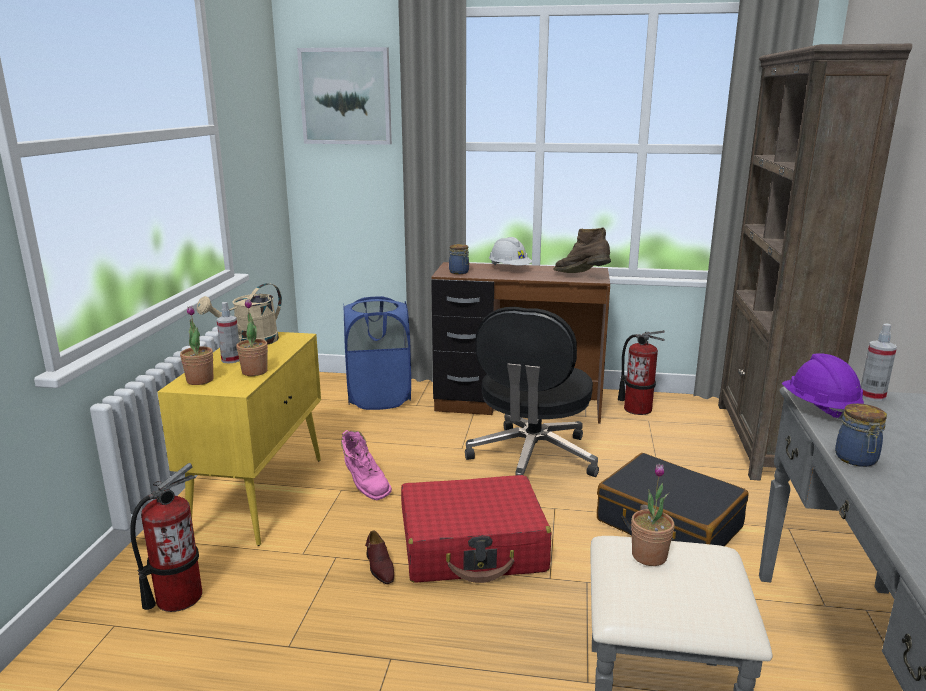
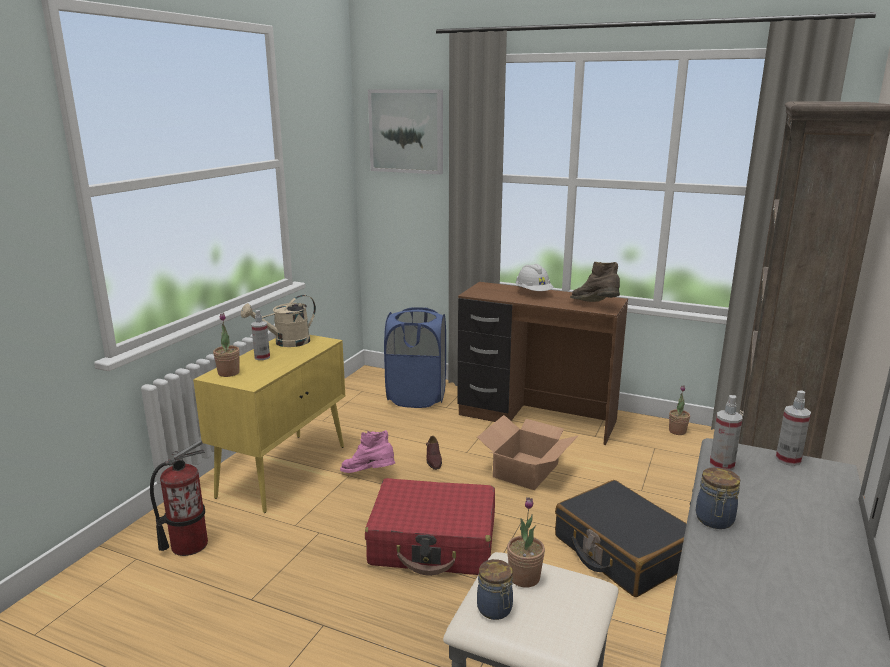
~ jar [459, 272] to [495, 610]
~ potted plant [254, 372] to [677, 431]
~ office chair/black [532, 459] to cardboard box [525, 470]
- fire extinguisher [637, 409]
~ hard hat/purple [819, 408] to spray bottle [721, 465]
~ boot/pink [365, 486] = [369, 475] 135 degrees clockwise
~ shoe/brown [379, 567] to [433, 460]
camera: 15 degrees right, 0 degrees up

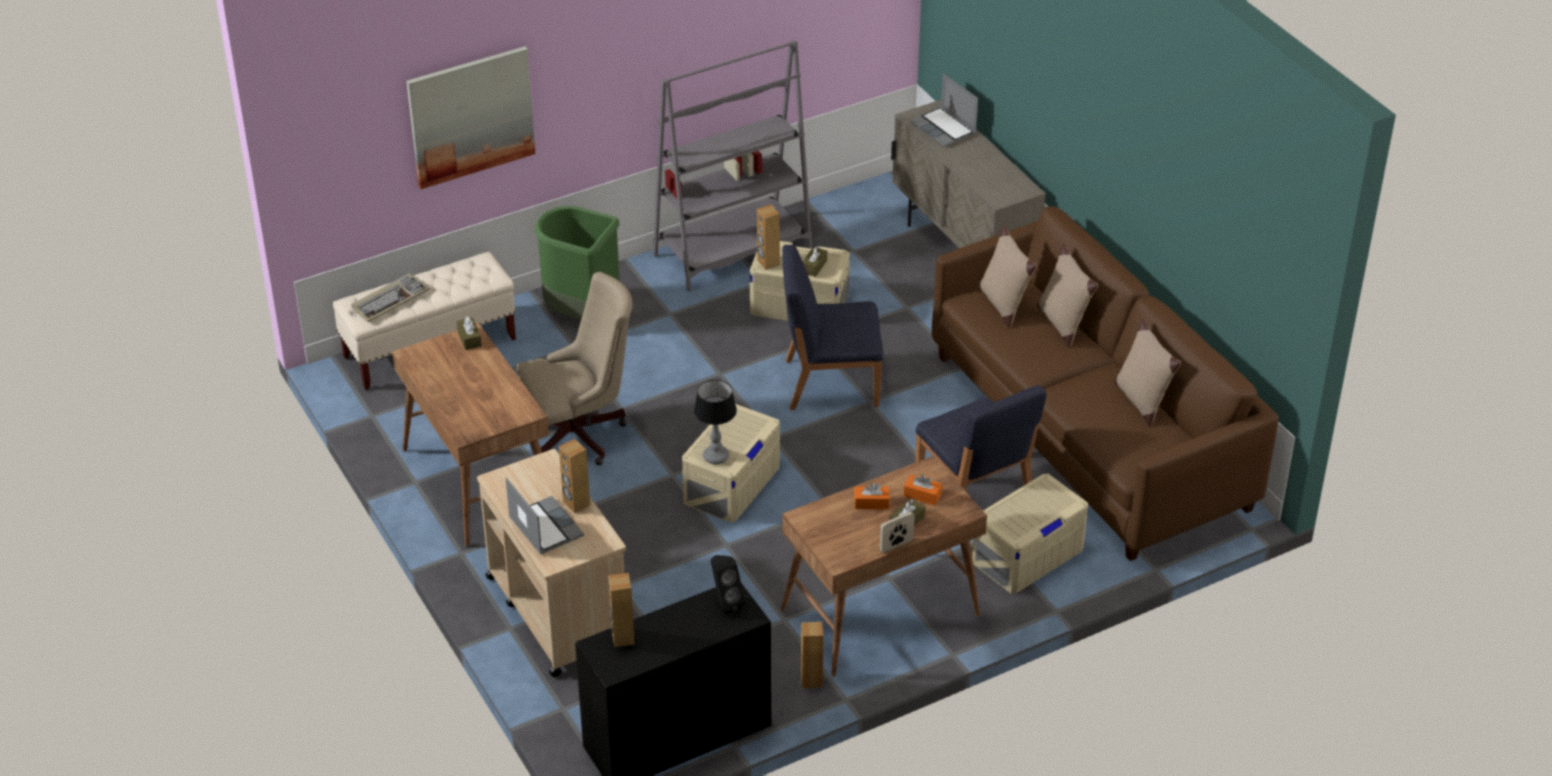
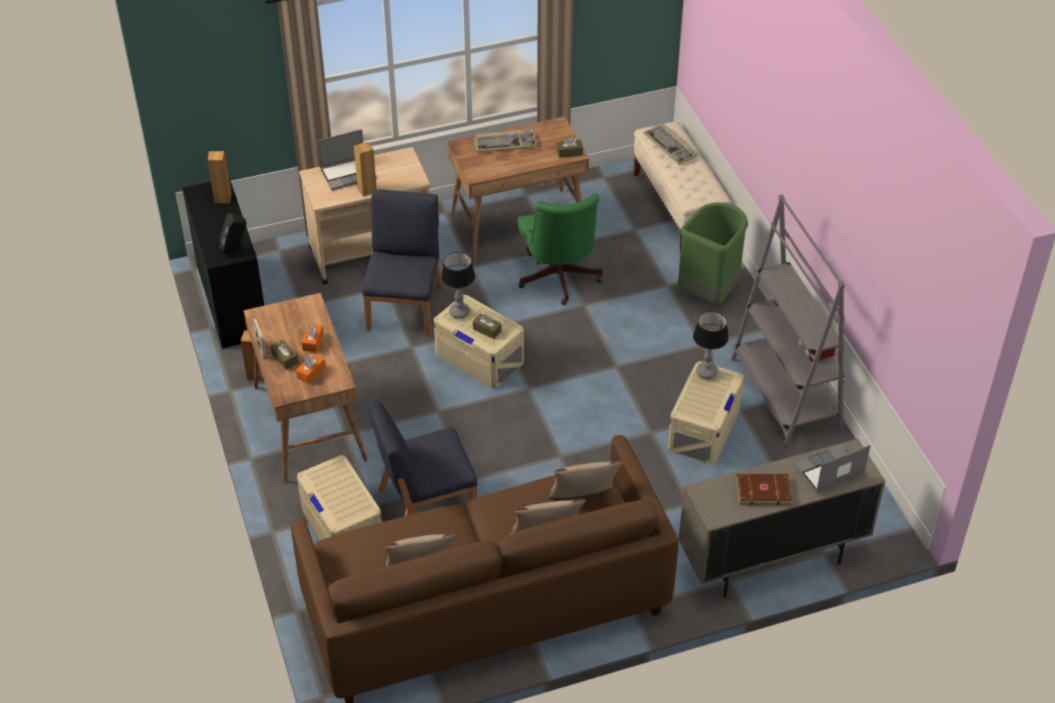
- picture [471, 116]
~ speaker/brown [768, 262] to table lamp [706, 373]
~ chair/blue [830, 382] to [405, 307]
~ tissue box/brown [814, 266] to [487, 330]
~ office chair/beige [580, 434] to office chair/green [558, 280]
+ keyboard [505, 143]
+ book/brown [762, 490]
camera: 100 degrees right, 5 degrees up

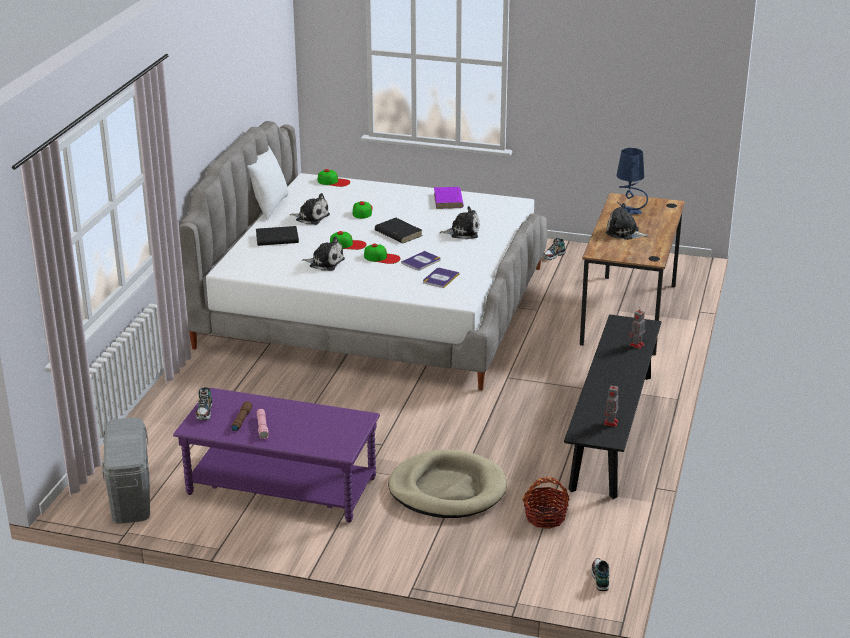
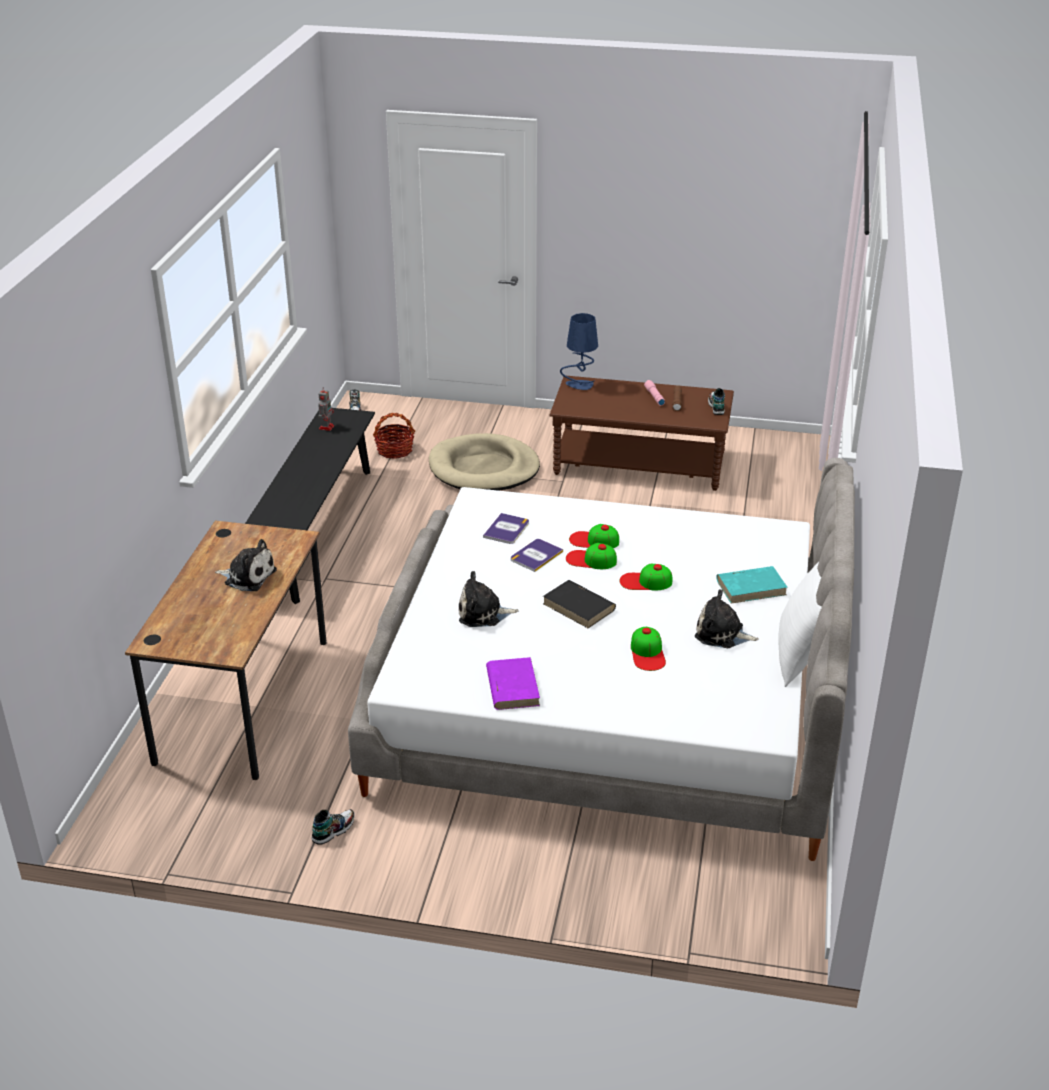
~ table lamp/blue [629, 211] to [579, 385]
~ cap [333, 182] to [594, 540]
~ book/black [276, 239] to book/turquoise [751, 587]
- plush toy [325, 263]
- toy robot [636, 345]
~ coffee table/purple [282, 486] to coffee table/brown [639, 464]
- storage box/grey [130, 497]
camera: 175 degrees right, 5 degrees up

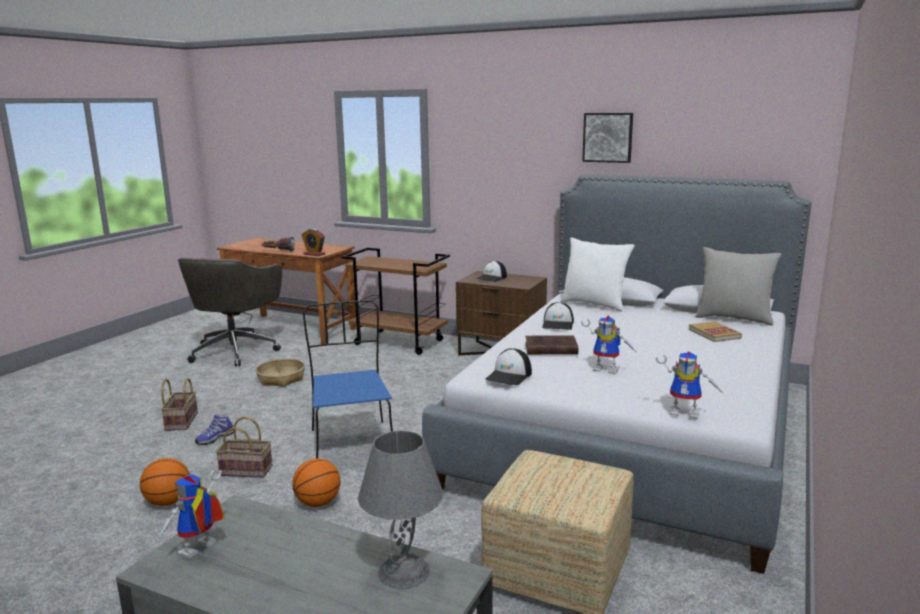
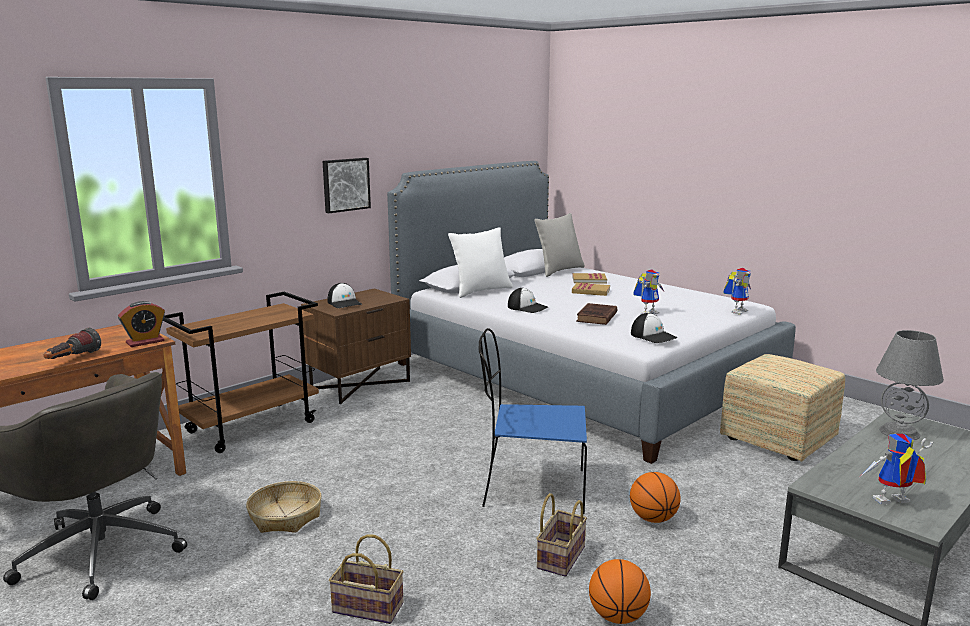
~ picture [608, 137] to [345, 184]
- shoe [214, 438]
~ toy robot [198, 552] = [891, 503] 120 degrees clockwise
+ book [591, 291]
camera: 70 degrees left, 0 degrees up

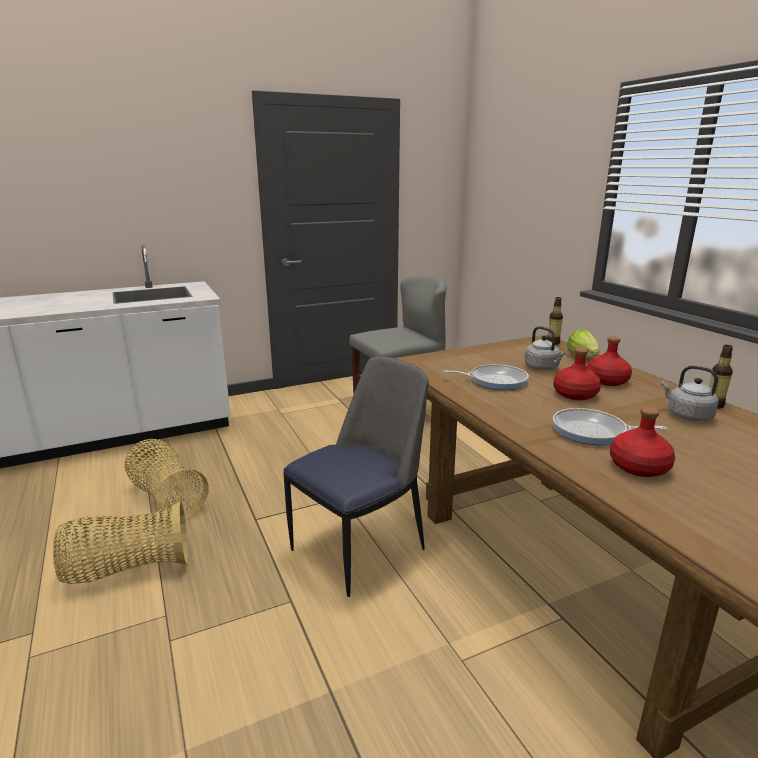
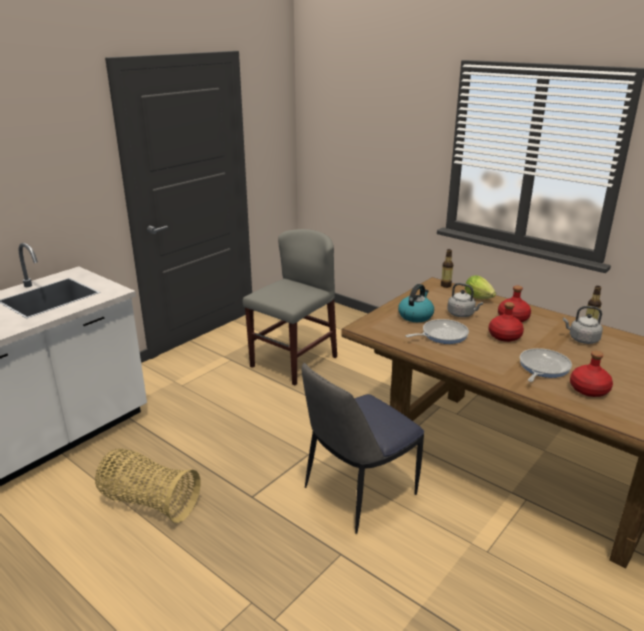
~ chair [360, 547] = [357, 493] 150 degrees counterclockwise
~ frying pan [593, 432] = [542, 368] 135 degrees clockwise
- basket [127, 568]
+ kettle [415, 316]
camera: 25 degrees left, 5 degrees up

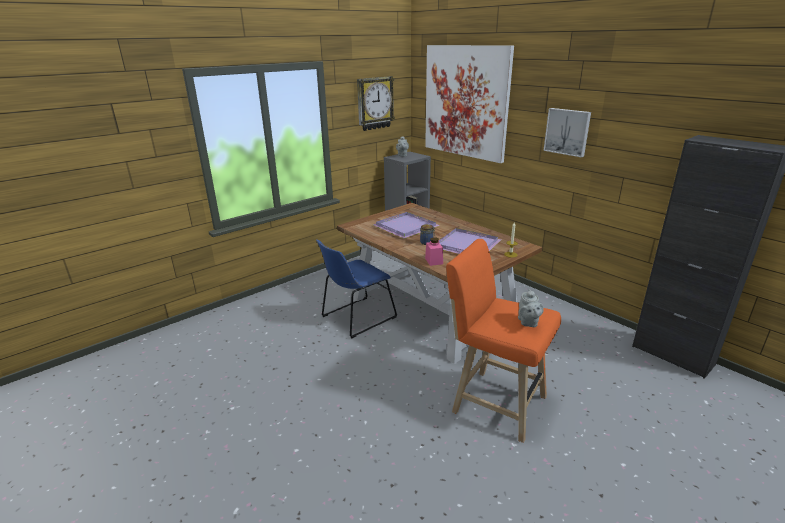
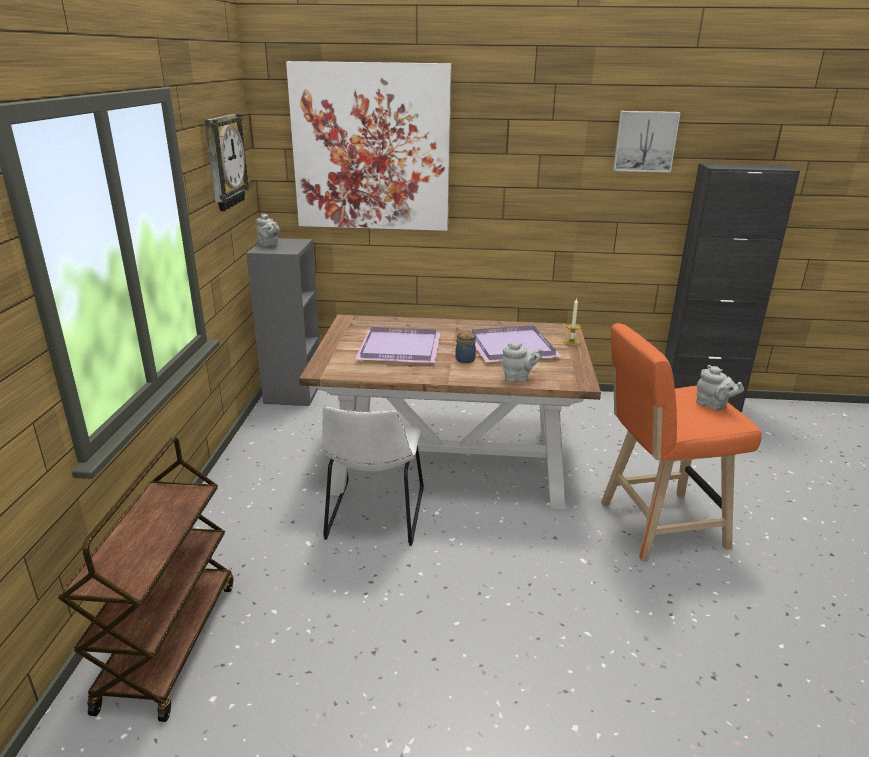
~ picture [567, 132] to [645, 141]
~ jar/pink [434, 261] to teapot/grey [518, 378]
~ chair/blue [356, 318] to chair/white [375, 516]
+ cart/brown [169, 642]
camera: 45 degrees left, 0 degrees up

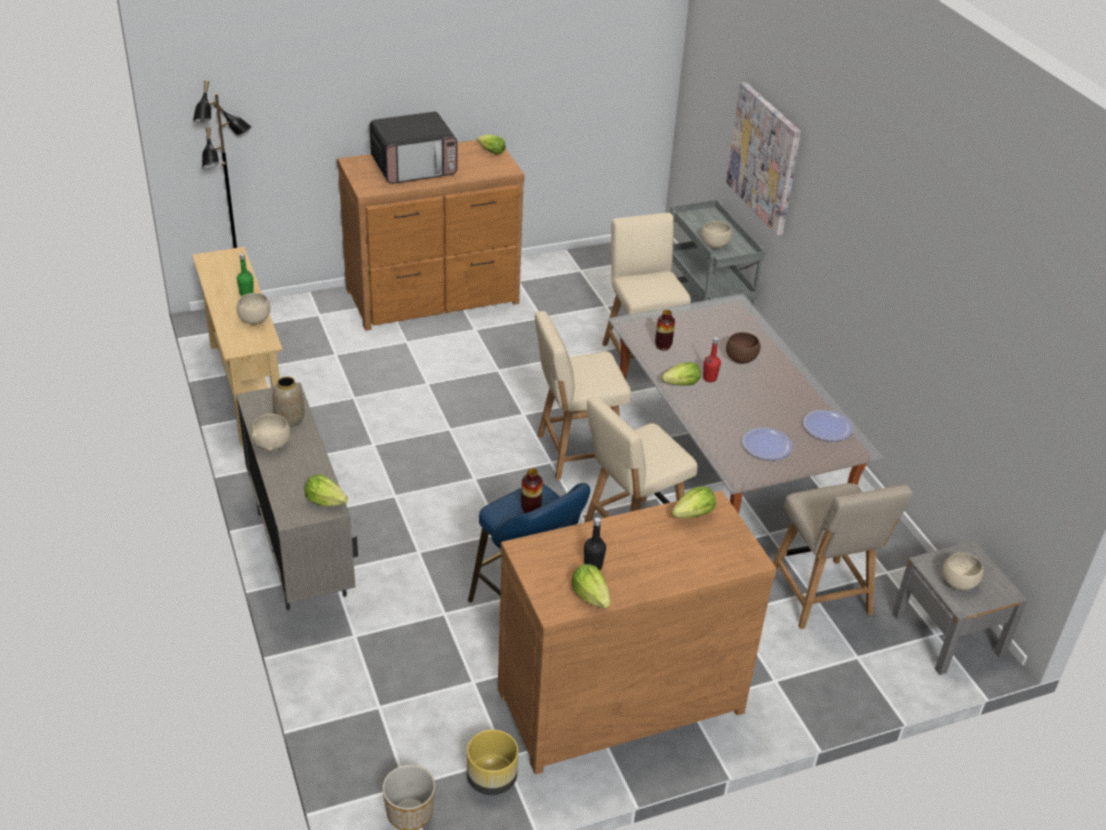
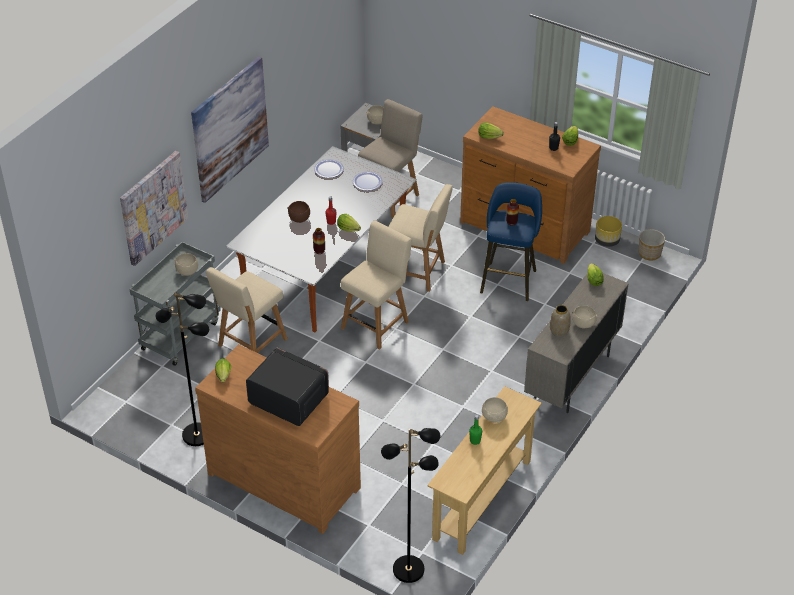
~ chair/beige [575, 453] = [377, 323] 90 degrees counterclockwise
+ picture [230, 129]
+ floor lamp/black [197, 434]
camera: 125 degrees left, 5 degrees up

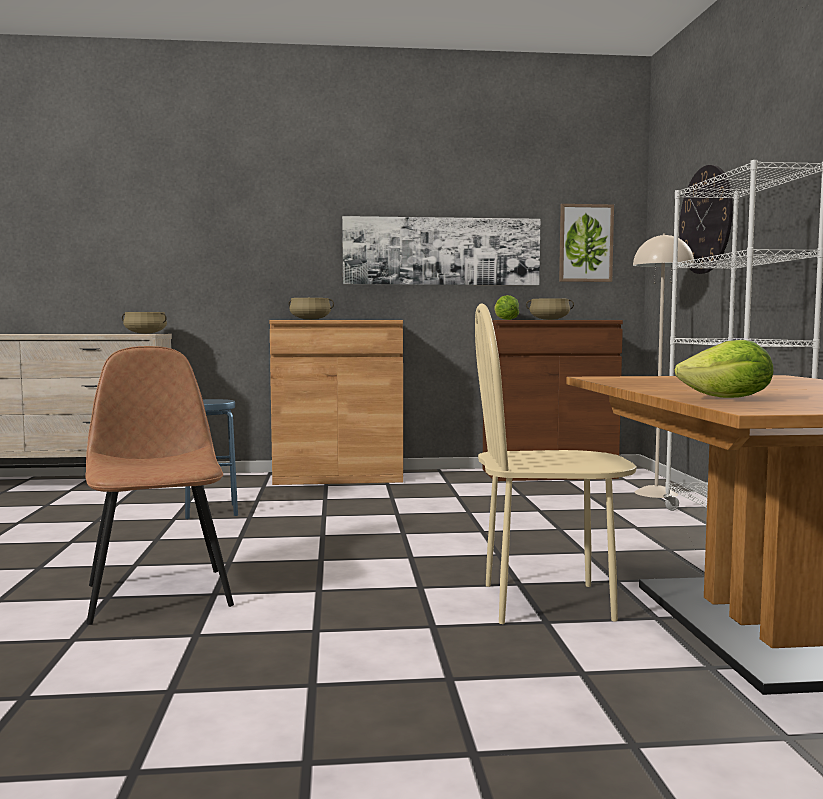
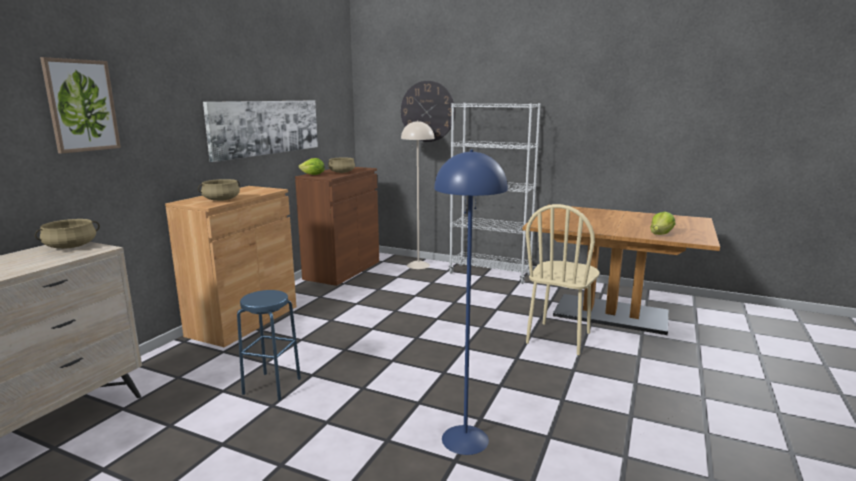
~ picture [585, 243] to [81, 105]
~ chair/brown [159, 594] to floor lamp/blue [464, 439]
camera: 60 degrees left, 10 degrees up

